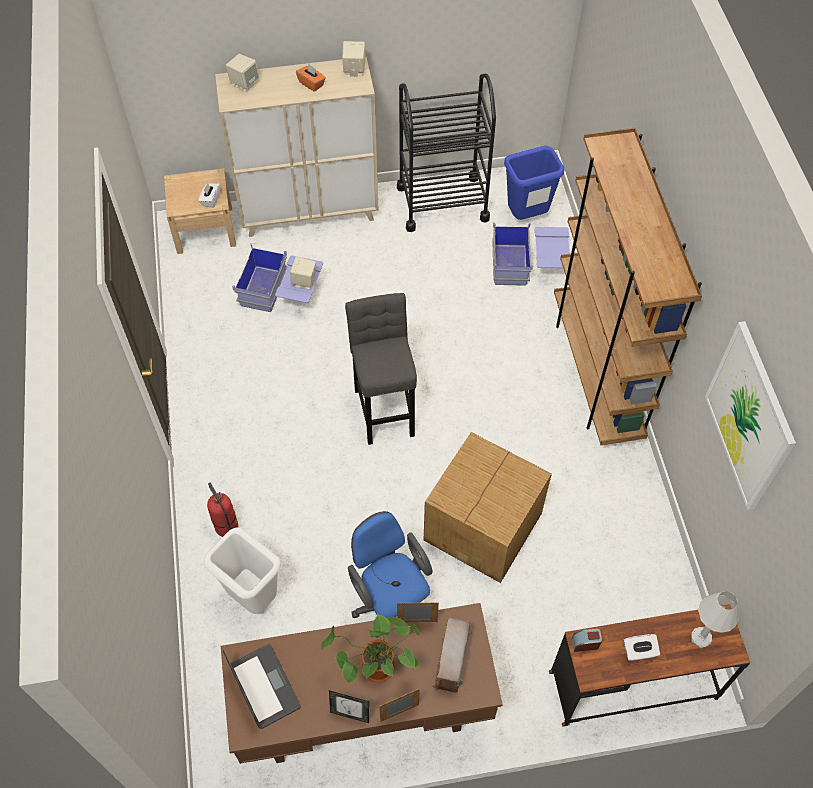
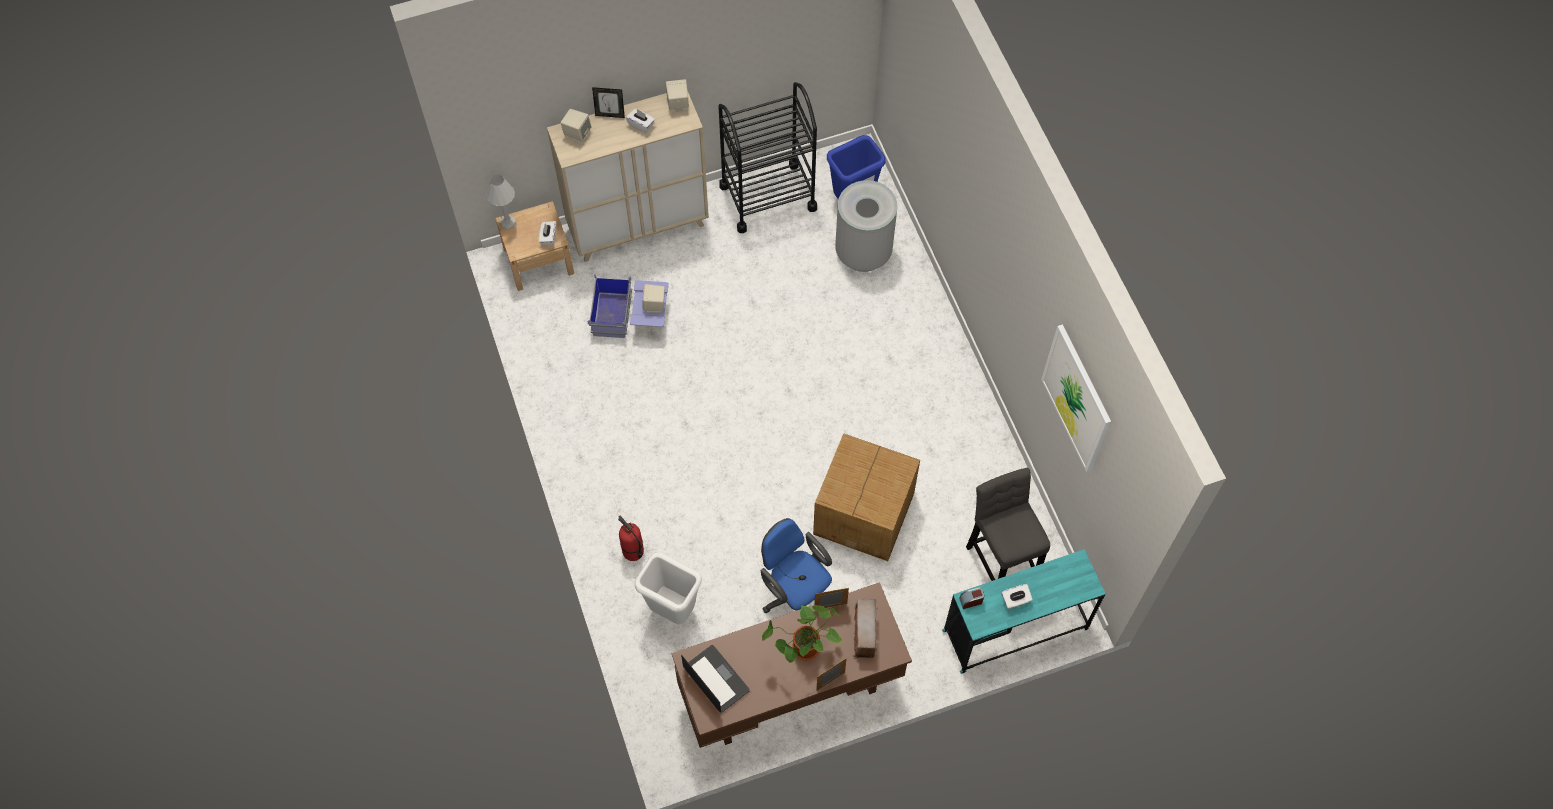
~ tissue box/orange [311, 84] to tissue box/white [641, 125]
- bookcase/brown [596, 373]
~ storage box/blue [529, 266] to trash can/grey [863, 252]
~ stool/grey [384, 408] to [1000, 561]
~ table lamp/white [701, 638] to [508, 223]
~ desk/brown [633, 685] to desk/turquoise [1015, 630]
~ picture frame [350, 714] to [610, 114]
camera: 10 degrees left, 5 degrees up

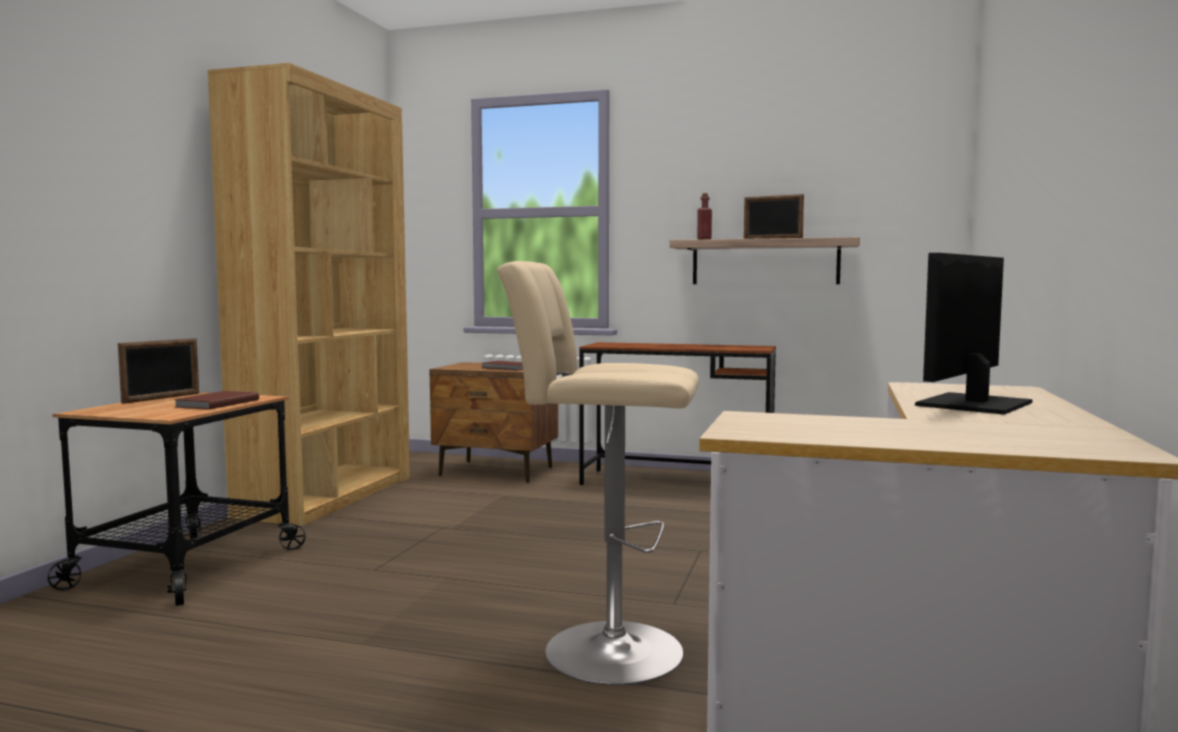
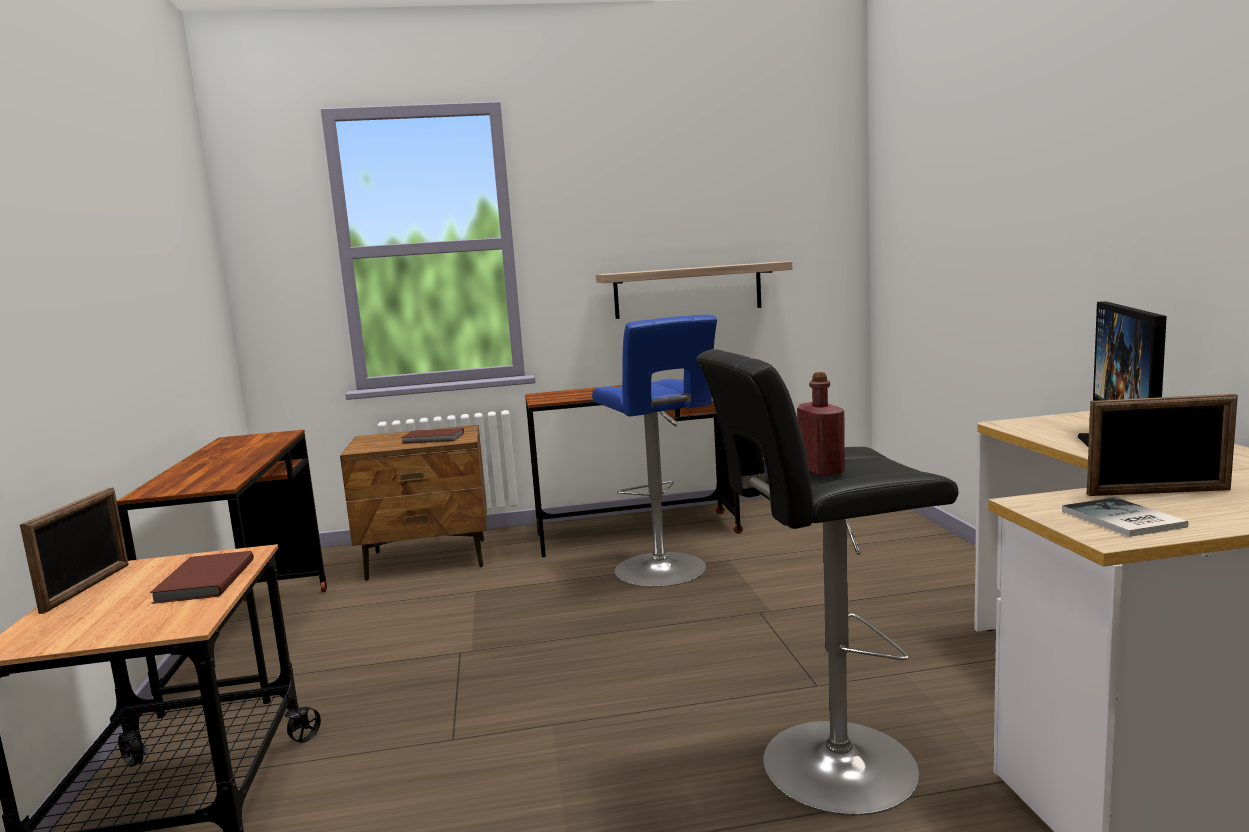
~ bookcase/brown [328, 496] to desk/brown [255, 644]
~ bottle/red [704, 239] to [821, 471]
~ picture frame [772, 239] to [1158, 492]
~ stool/beige [603, 650] to stool/black [828, 767]
+ stool/blue [663, 571]
+ book [1122, 520]
camera: 25 degrees left, 5 degrees up

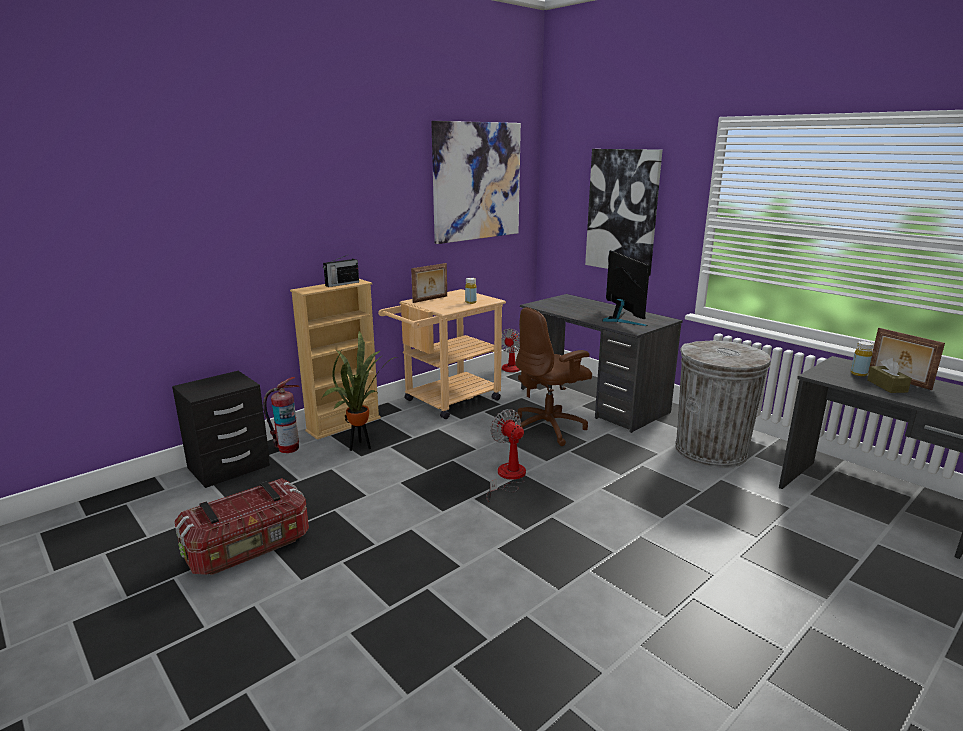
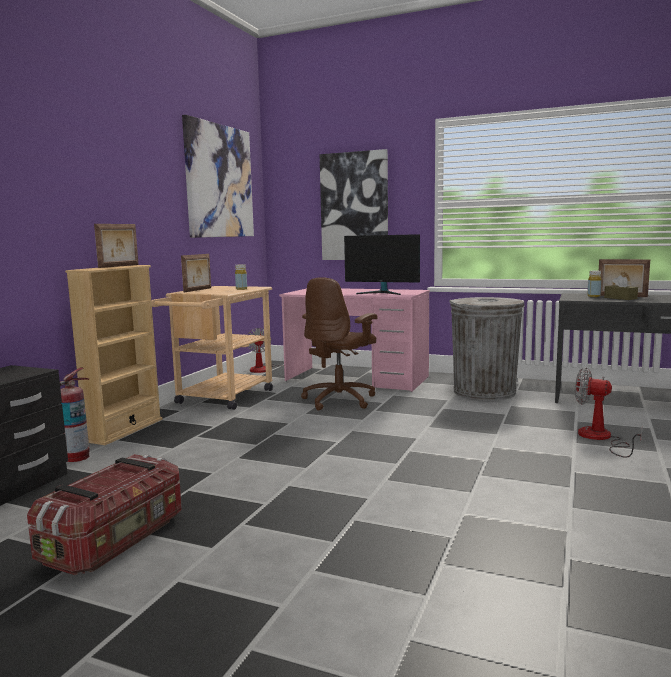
~ monitor [621, 320] = [382, 293] 150 degrees clockwise
~ radio [341, 284] to picture frame [119, 266]
~ desk/grey [592, 401] to desk/pink [357, 379]
- potted plant [361, 446]
~ fan [508, 477] to [600, 438]
camera: 25 degrees left, 10 degrees down

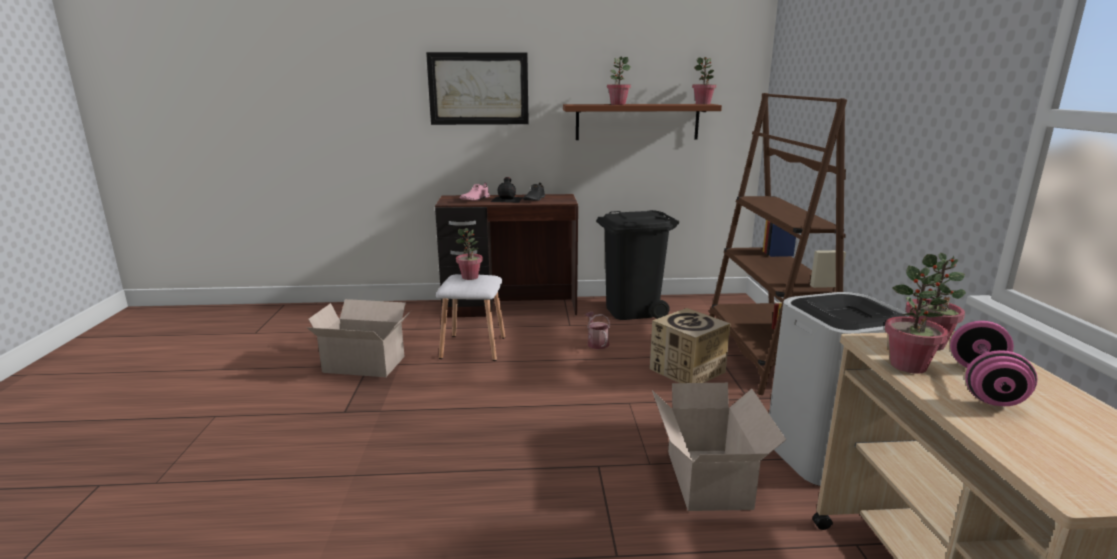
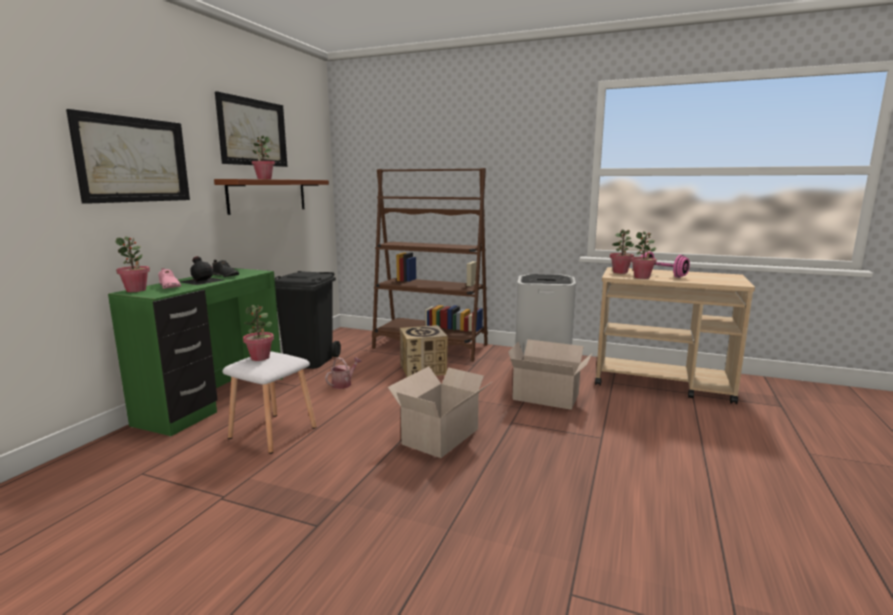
~ potted plant [703, 104] to [136, 290]
~ desk/brown [510, 308] to desk/green [215, 400]
~ cardboard box [366, 365] to [442, 436]
~ watering can [596, 343] = [344, 384] 120 degrees clockwise
+ picture [252, 132]
camera: 65 degrees left, 5 degrees down

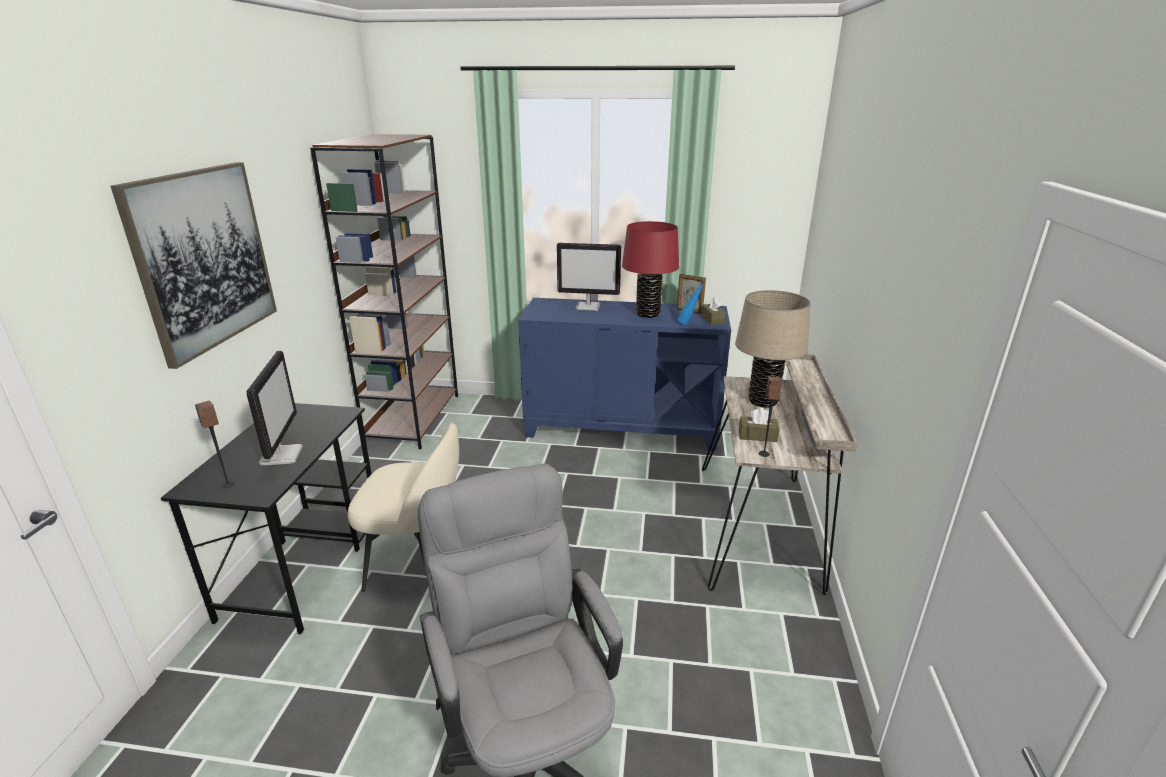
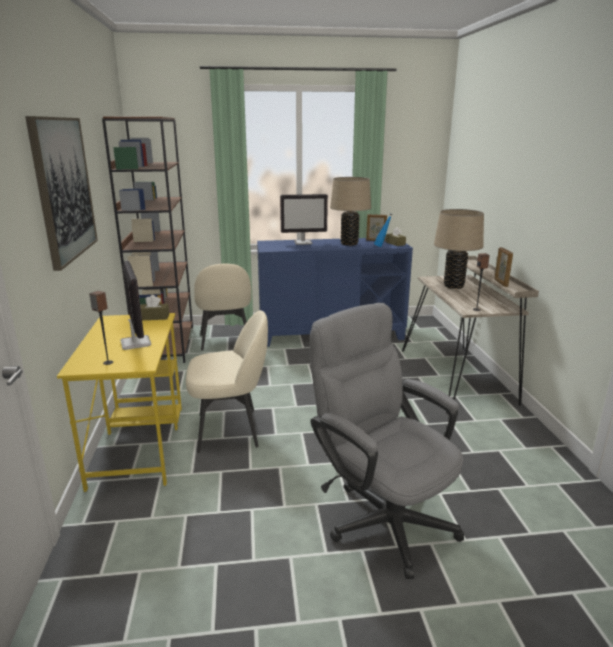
~ table lamp/red [648, 314] to table lamp/beige [349, 244]
~ desk/black [305, 565] to desk/yellow [139, 444]
~ tissue box/brown [757, 436] to [154, 317]
+ picture frame [500, 283]
+ chair/beige [225, 341]
camera: 15 degrees left, 5 degrees down

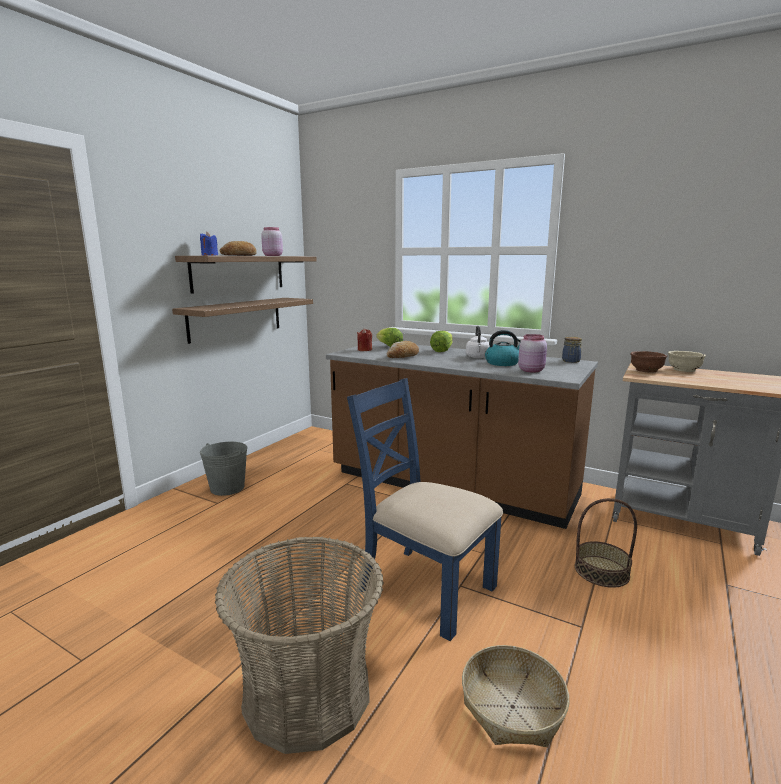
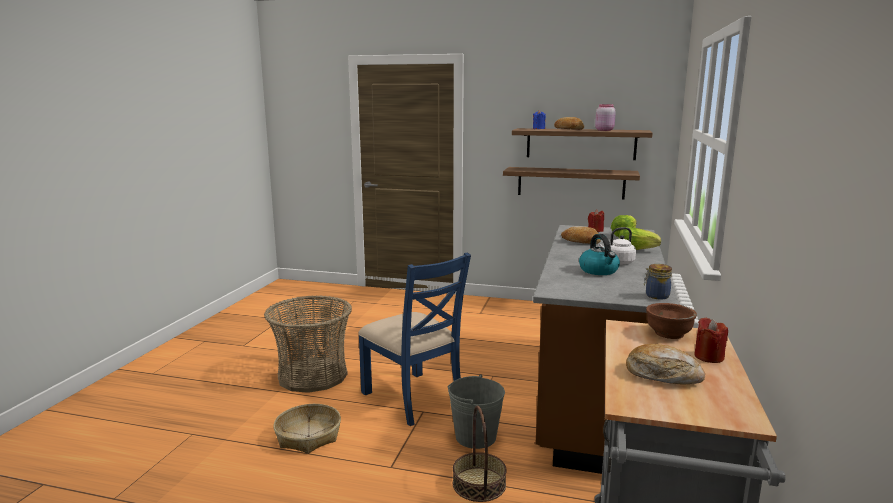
- jar/pink [531, 370]
~ bowl/beige [684, 370] to candle/red [709, 357]
~ chair/blue [425, 588] = [414, 398] 120 degrees clockwise
~ bucket/grey [227, 488] to [475, 437]
+ bread [662, 375]
camera: 75 degrees right, 0 degrees up

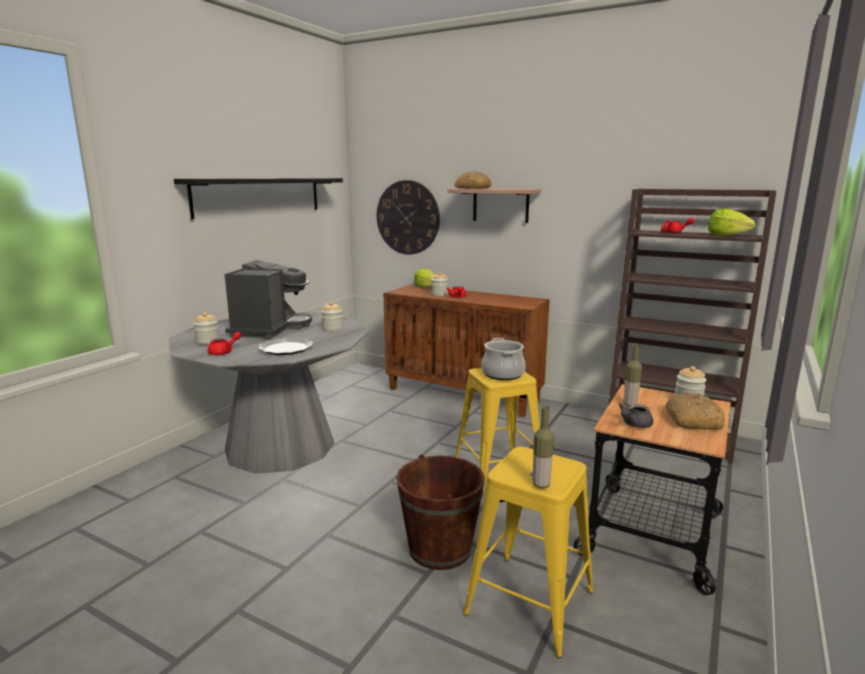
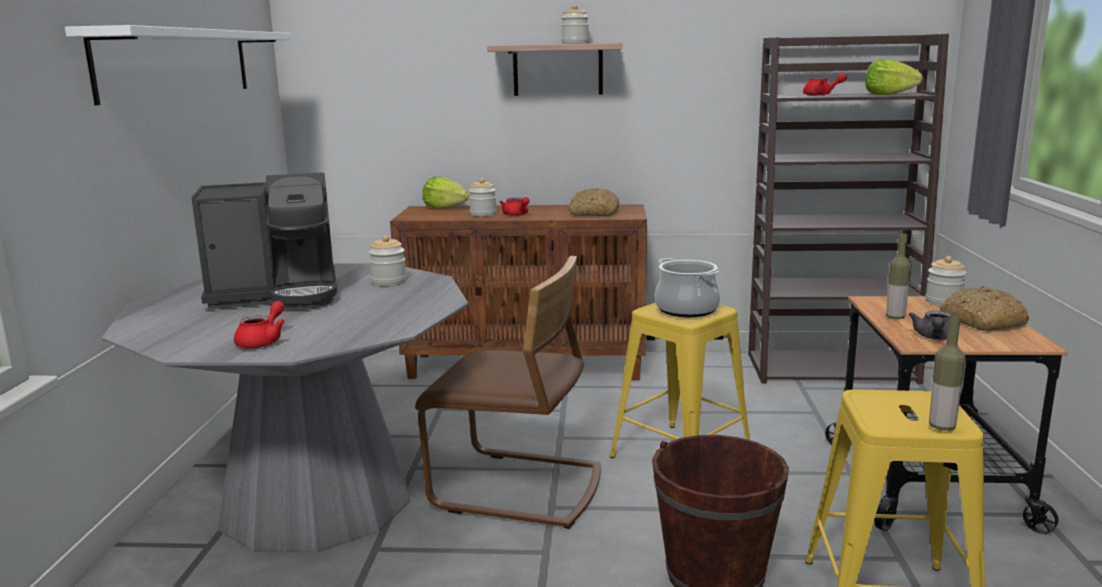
~ bread [472, 188] to [594, 213]
~ shelf/black [260, 196] to shelf/white [178, 63]
- wall clock [407, 217]
~ coffee machine [270, 329] = [278, 296] 90 degrees clockwise
~ jar [207, 342] to [575, 43]
- plate [286, 348]
+ chair/brown [517, 488]
camera: 25 degrees left, 0 degrees up

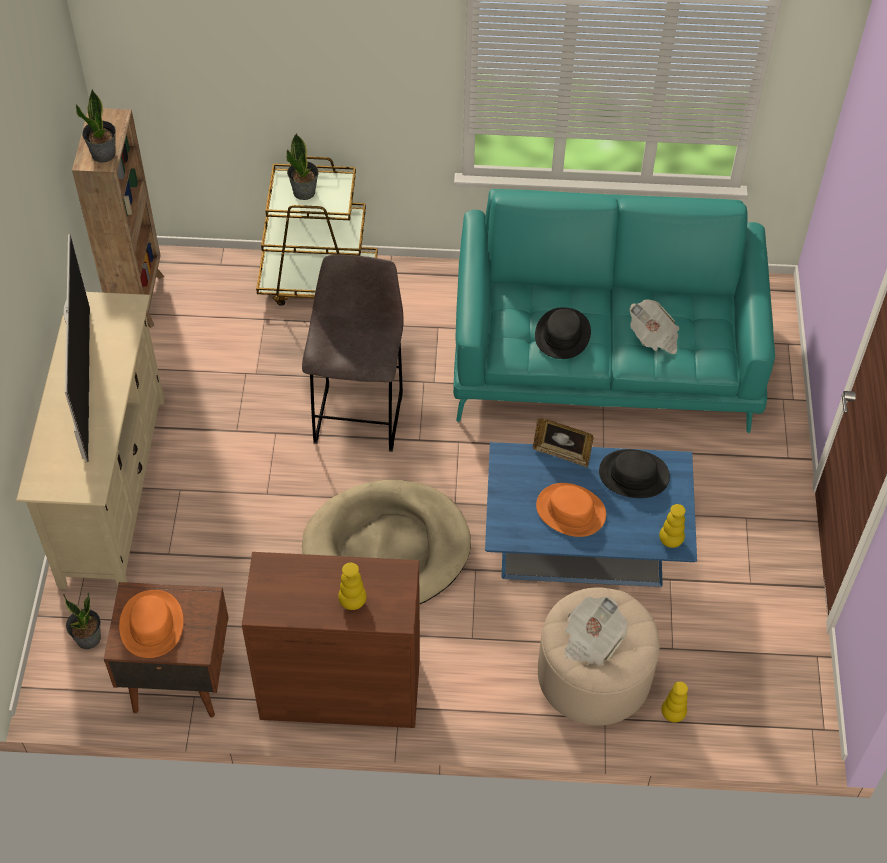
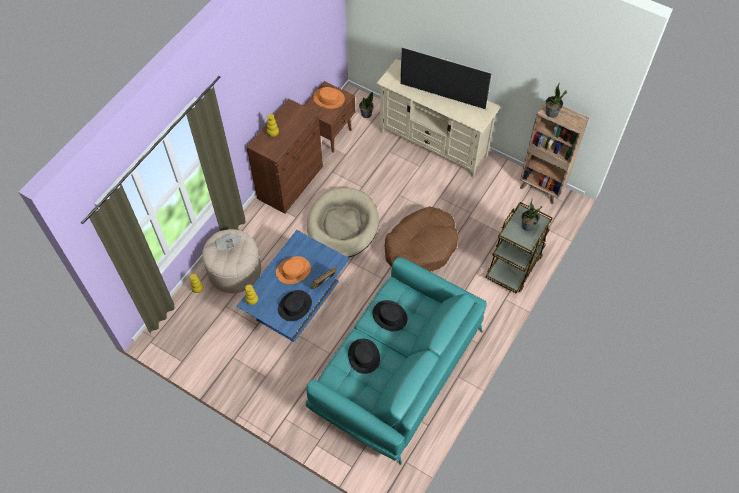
~ stool/grey [359, 415] to dog bed/brown [421, 246]
~ newspaper [653, 337] to hat/black [363, 356]
camera: 120 degrees right, 5 degrees up

